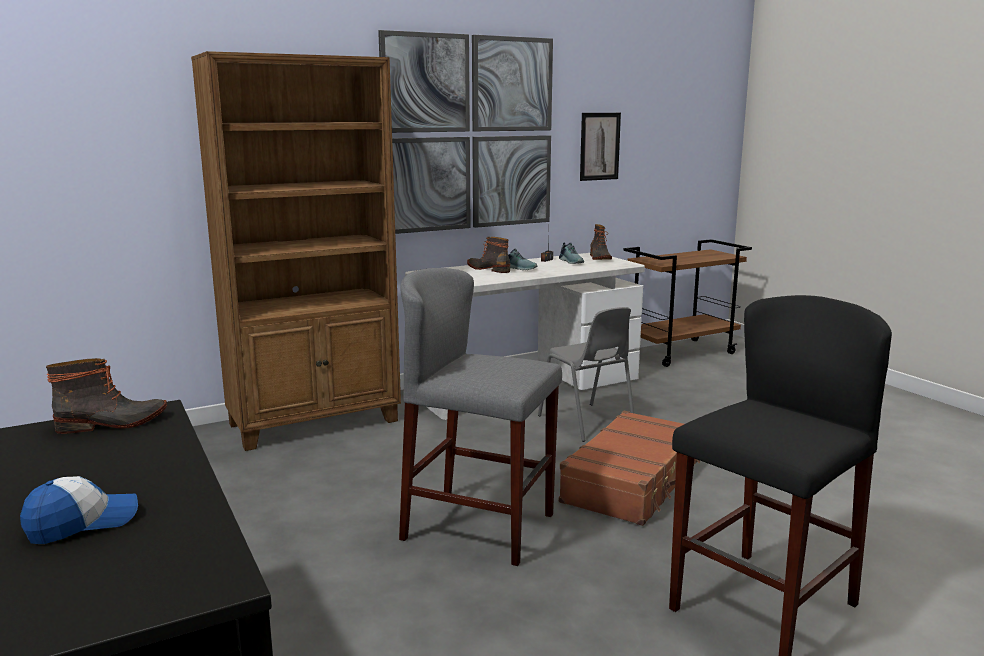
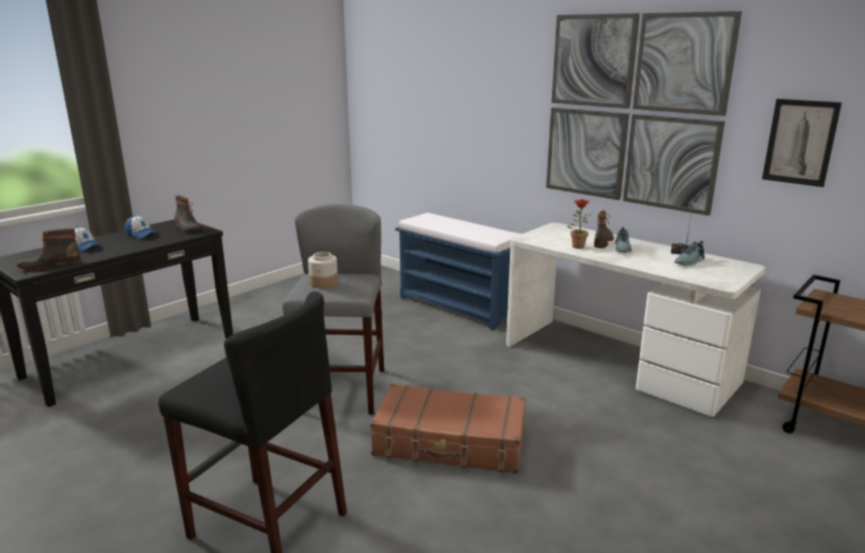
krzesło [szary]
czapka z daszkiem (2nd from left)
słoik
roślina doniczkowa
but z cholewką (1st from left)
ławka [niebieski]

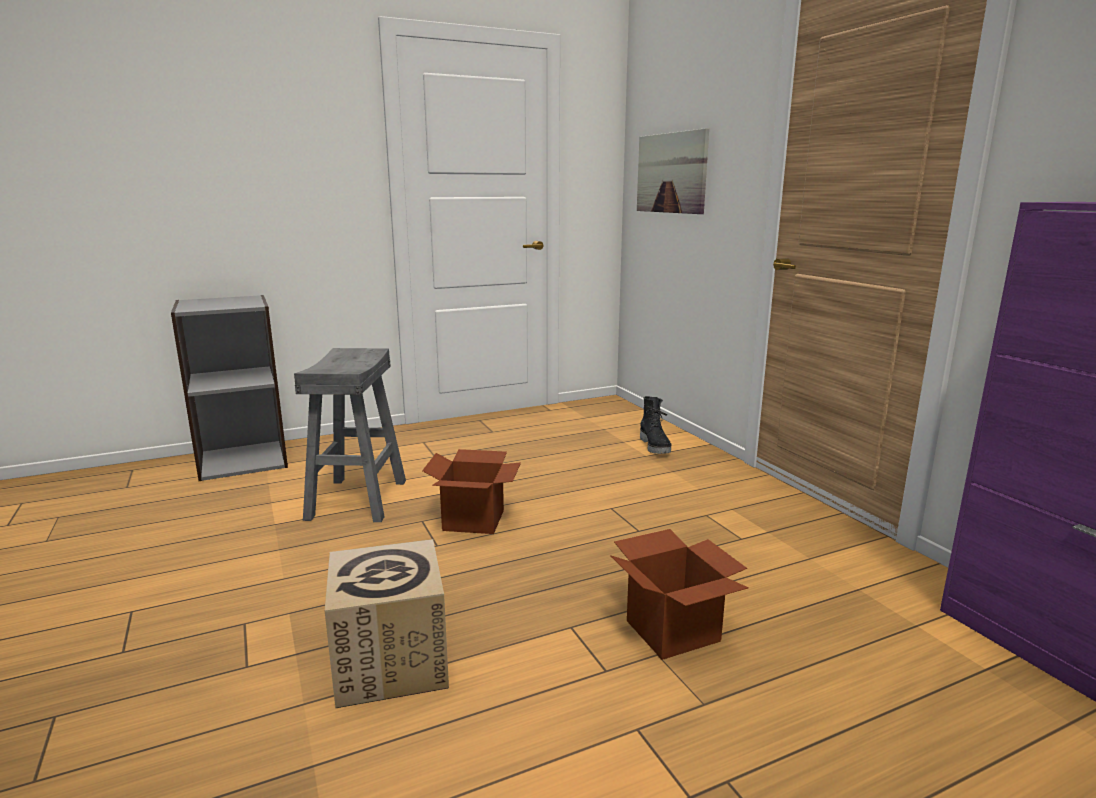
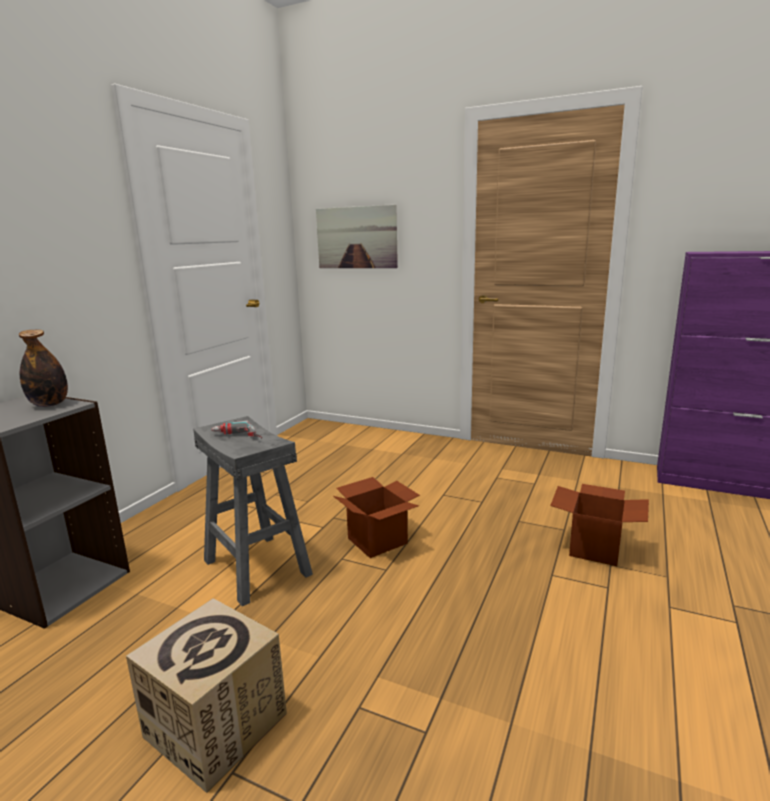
but z cholewką [czarny]
butelka
wiertarka
karton (1st from left)

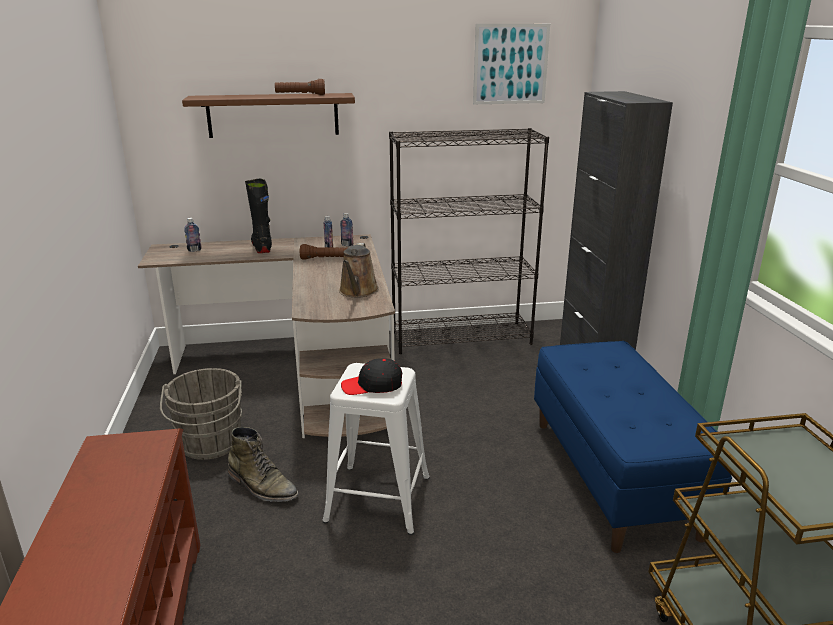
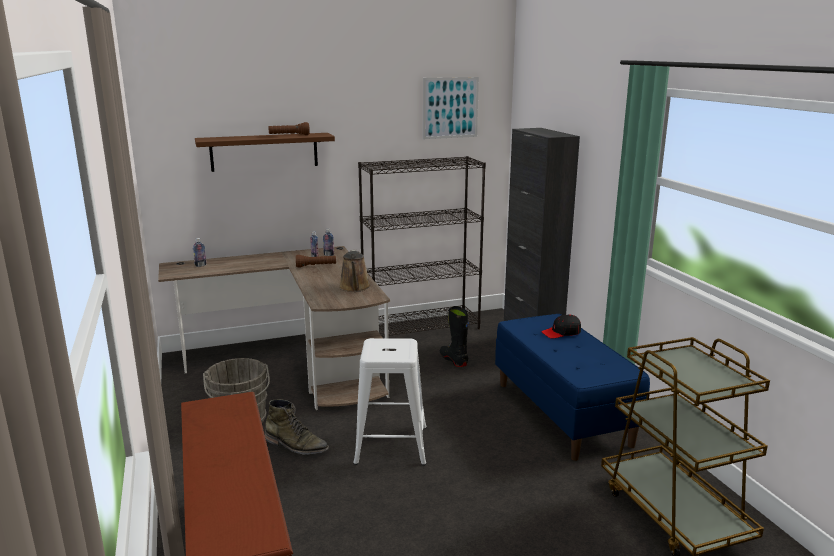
but z cholewką [czarny]
czapka z daszkiem [czarny]

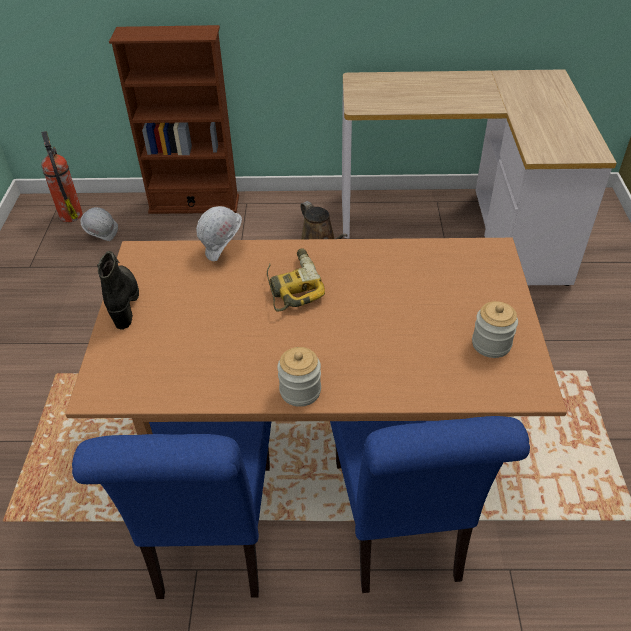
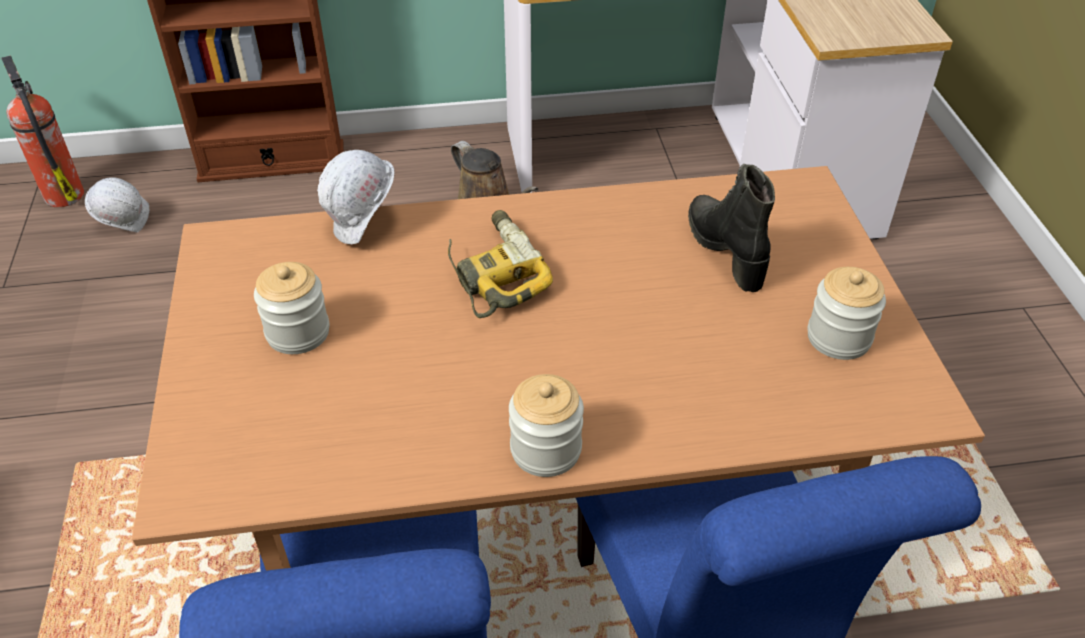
słoik (1st from left)
but z cholewką [czarny]

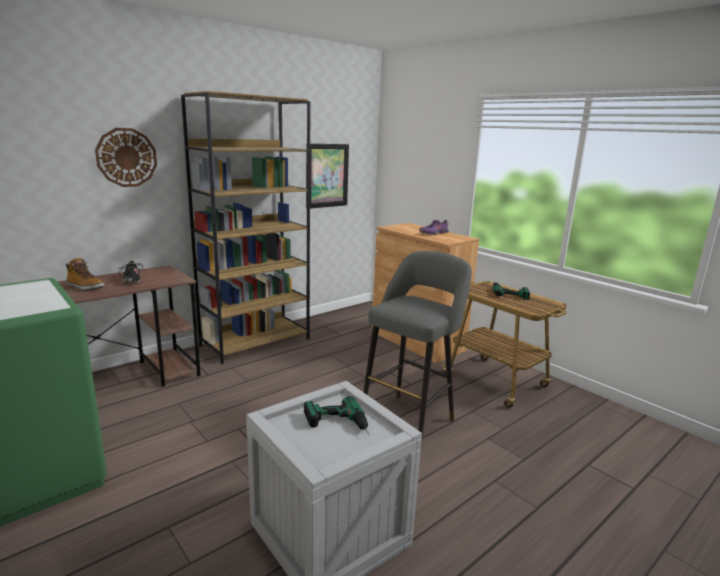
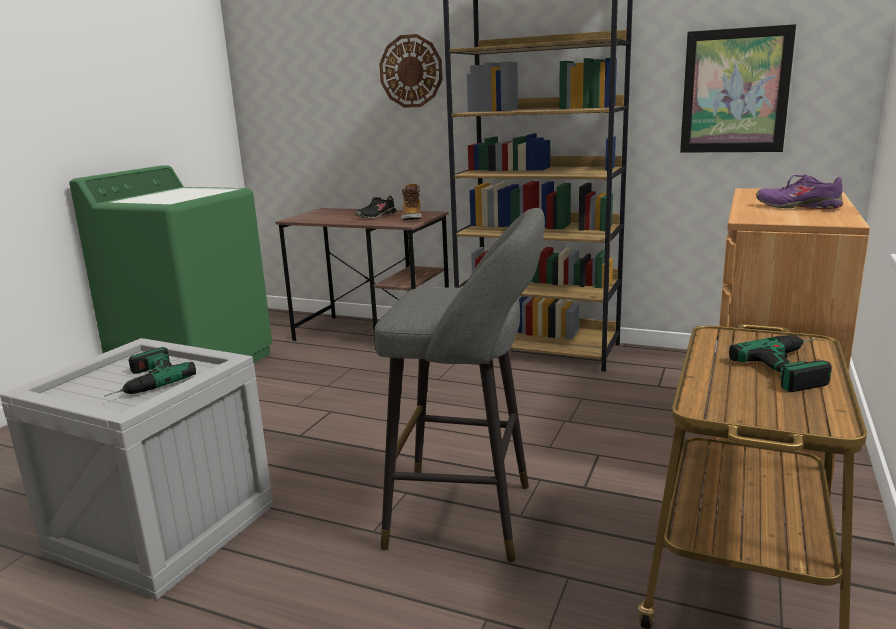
but z cholewką

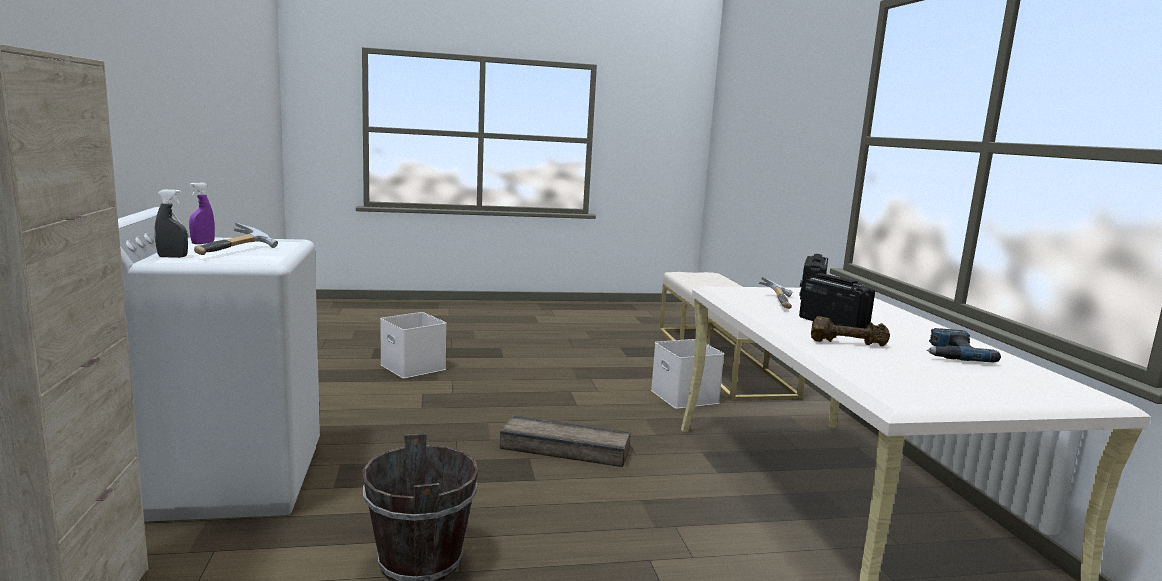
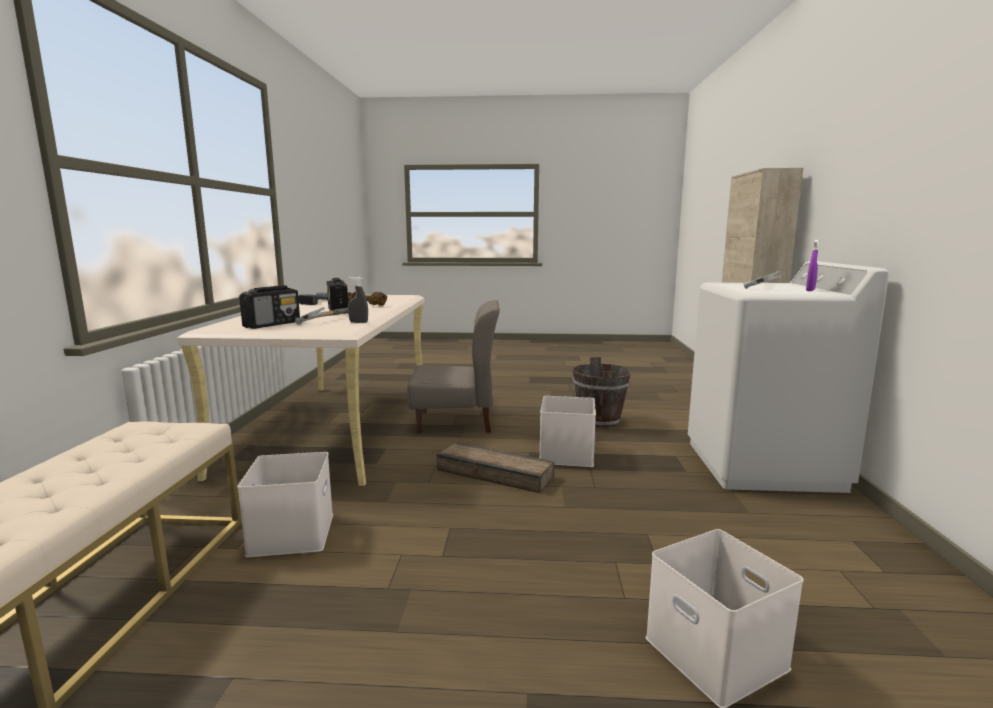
krzesło [szary]
pojemnik do przechowywania [biały] (2nd from left)
spryskiwacz [szary]

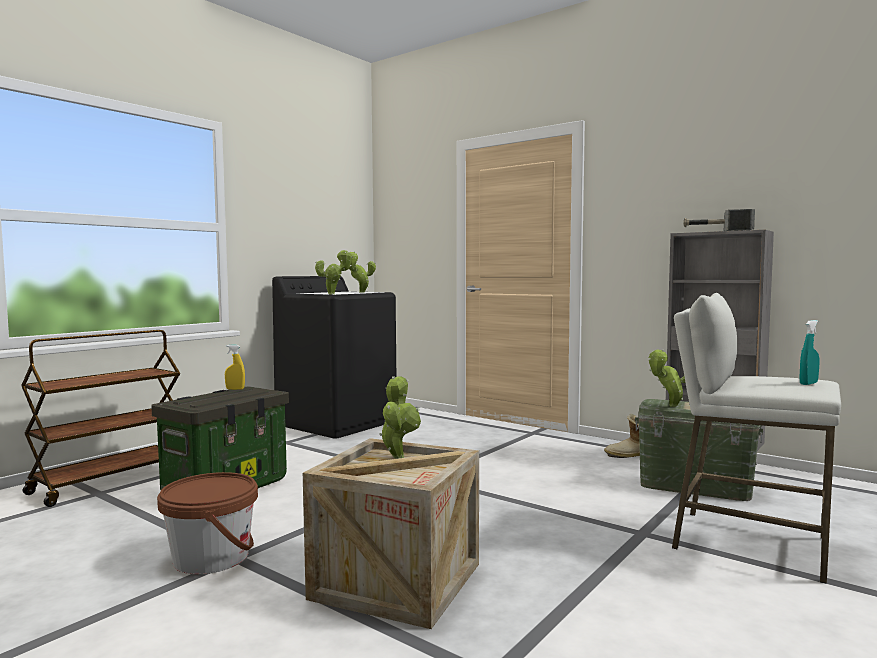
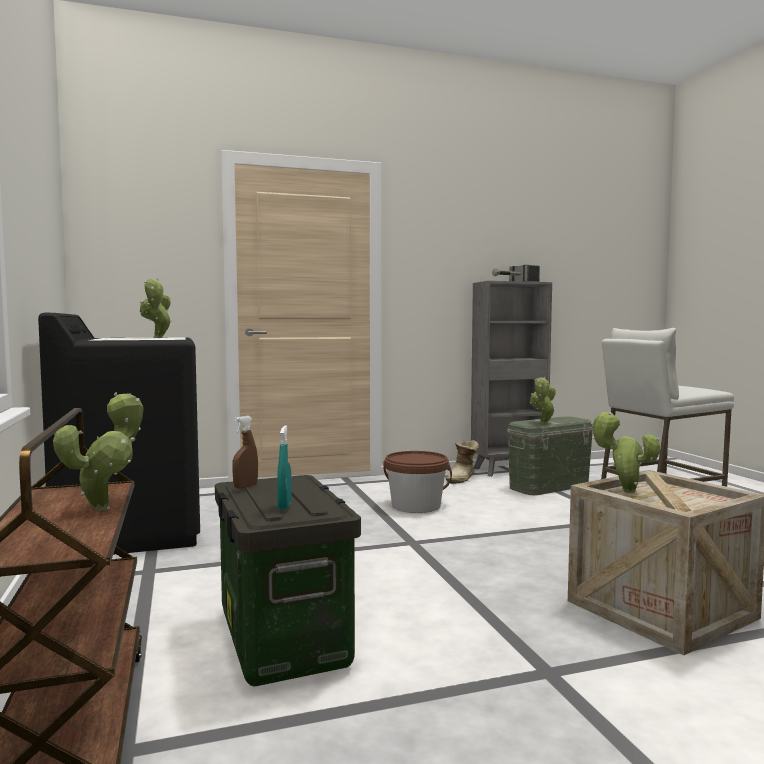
wiadro [brązowy]
roślina doniczkowa (1st from left)
spryskiwacz [turkusowy]
spryskiwacz [brązowy]

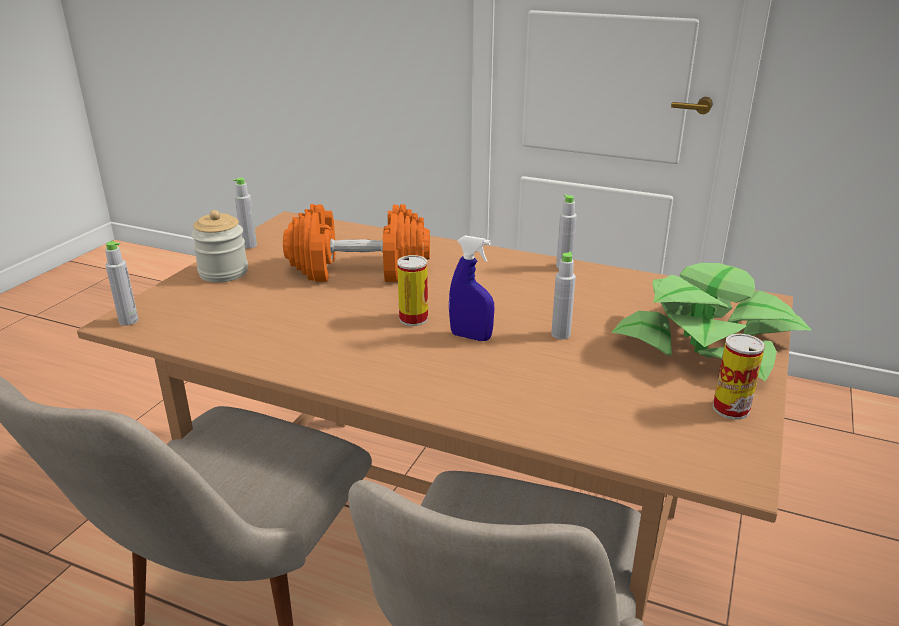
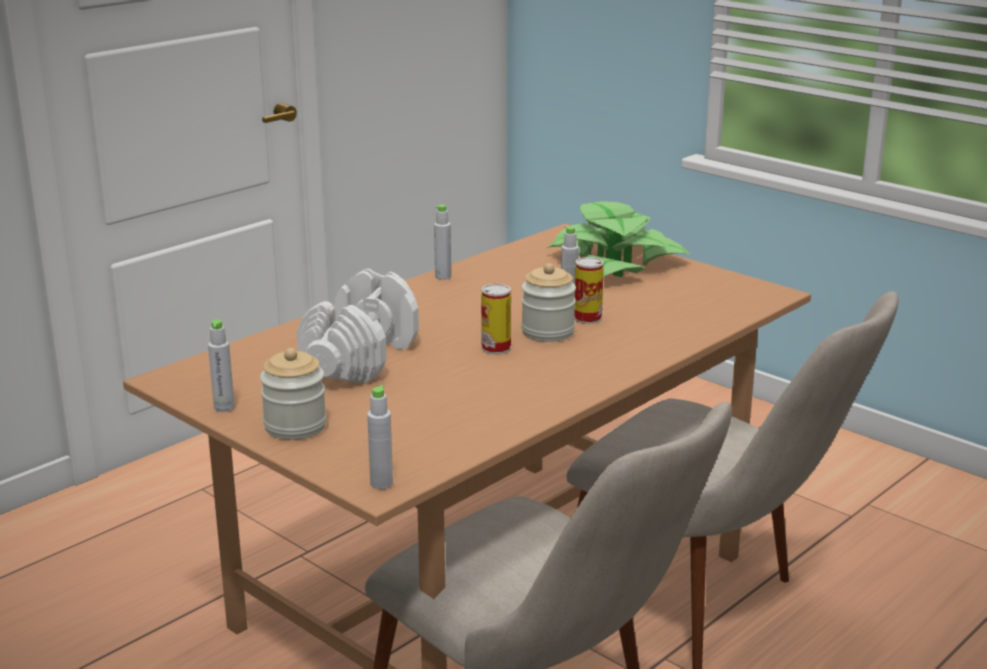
puszka (2nd from left)
słoik (2nd from left)
hantel [biały]

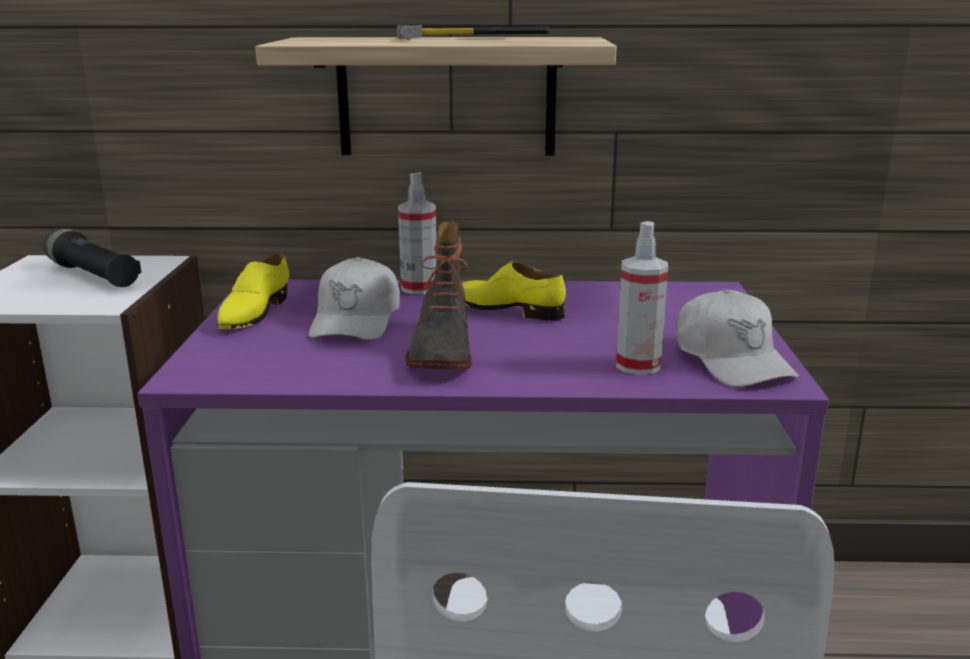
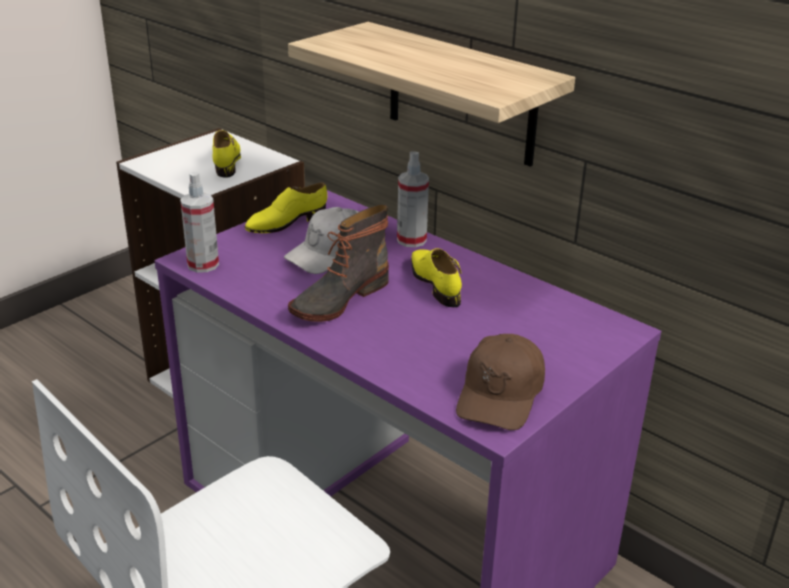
młotek
spryskiwacz (1st from left)
but [żółty] (1st from left)
czapka z daszkiem [brązowy]

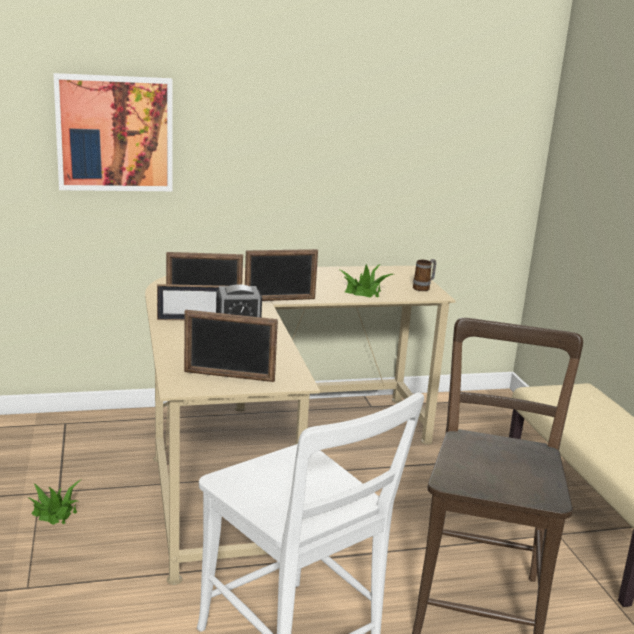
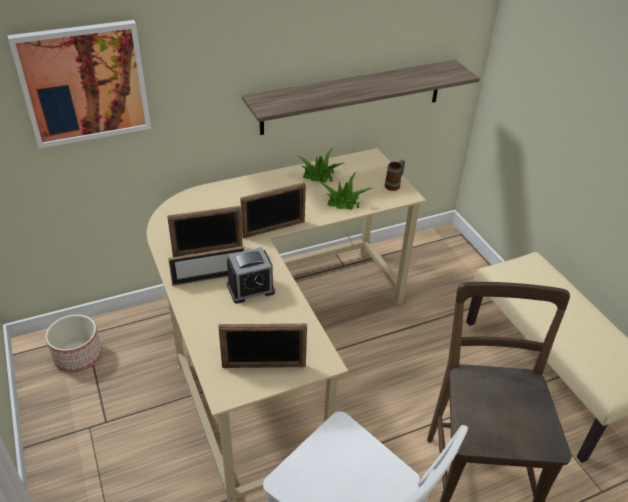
donica
półka
roślina doniczkowa (1st from left)

